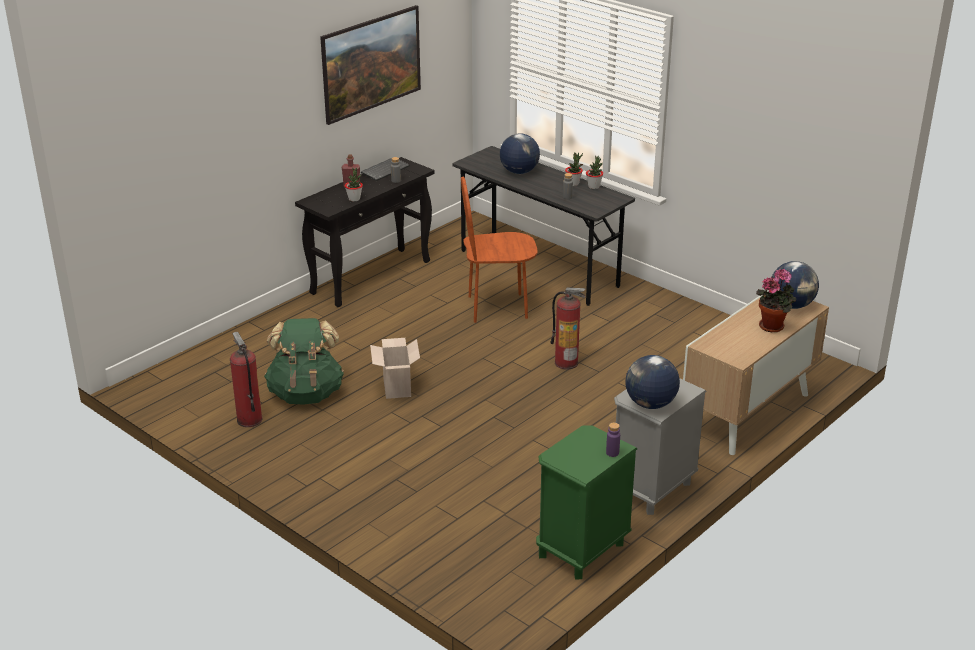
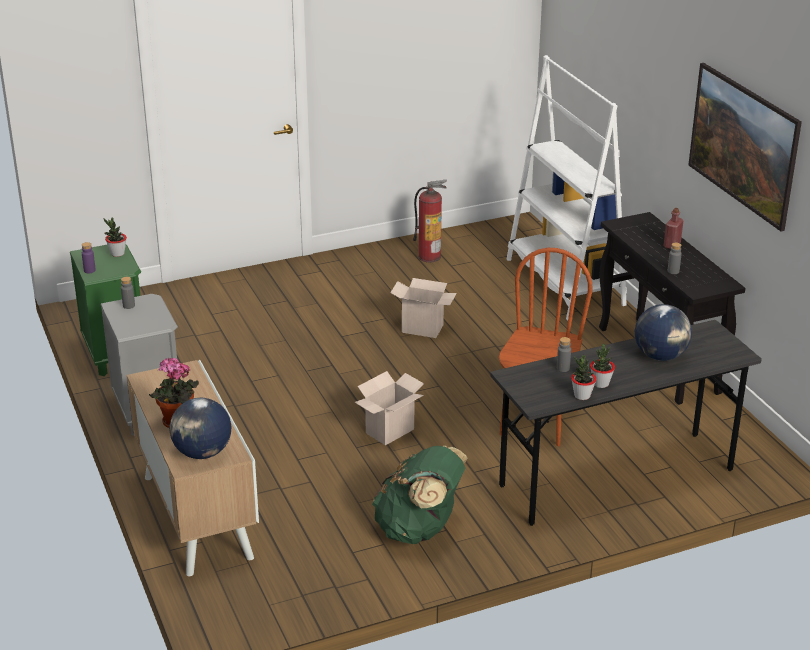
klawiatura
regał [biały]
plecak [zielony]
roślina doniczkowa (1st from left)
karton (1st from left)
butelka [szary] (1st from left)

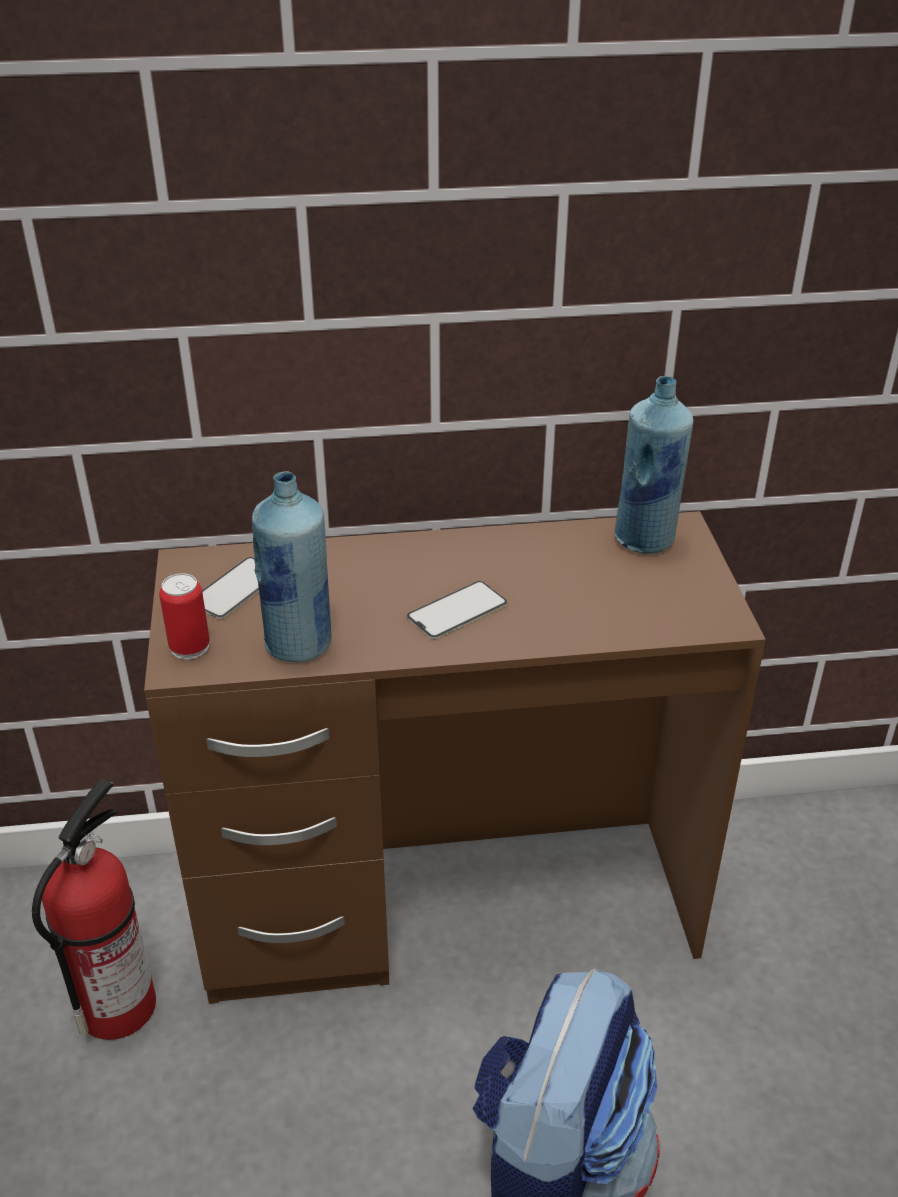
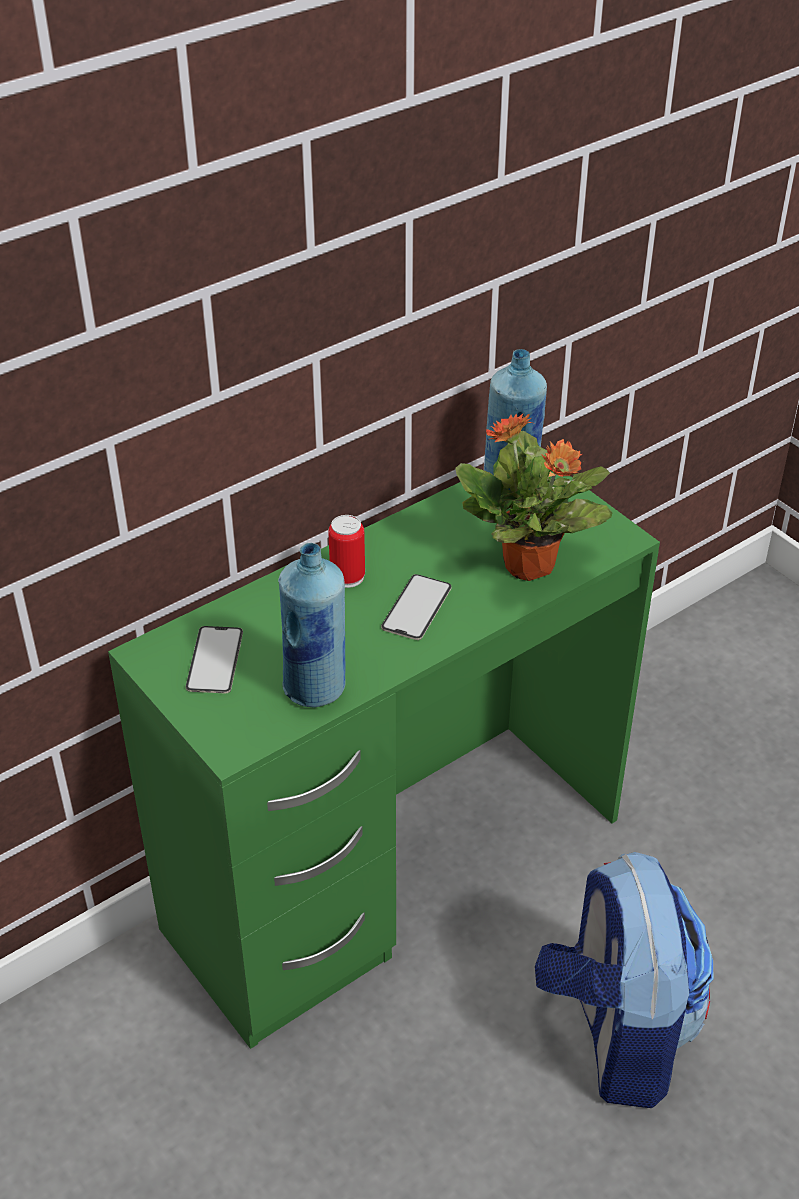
gaśnica
roślina doniczkowa
puszka
biurko [zielony]

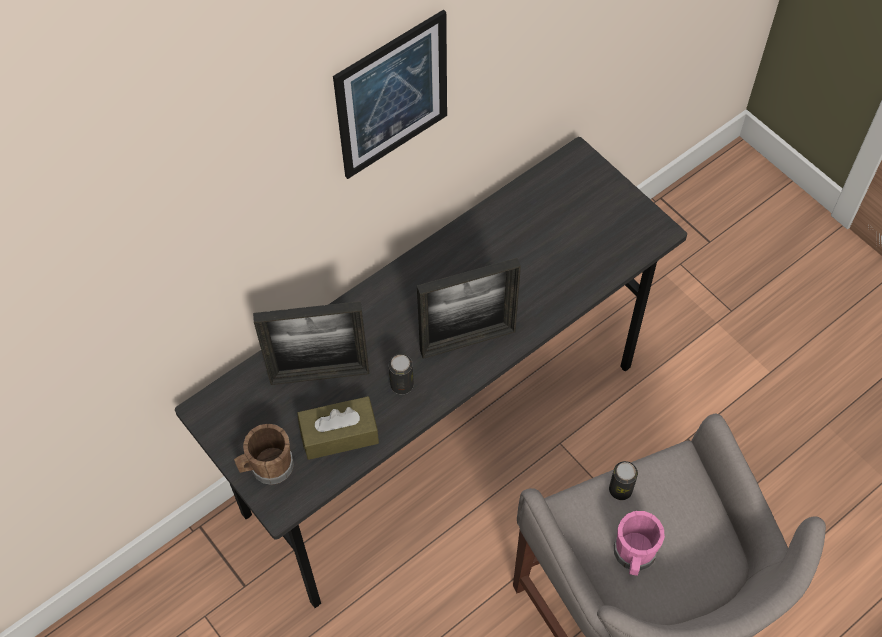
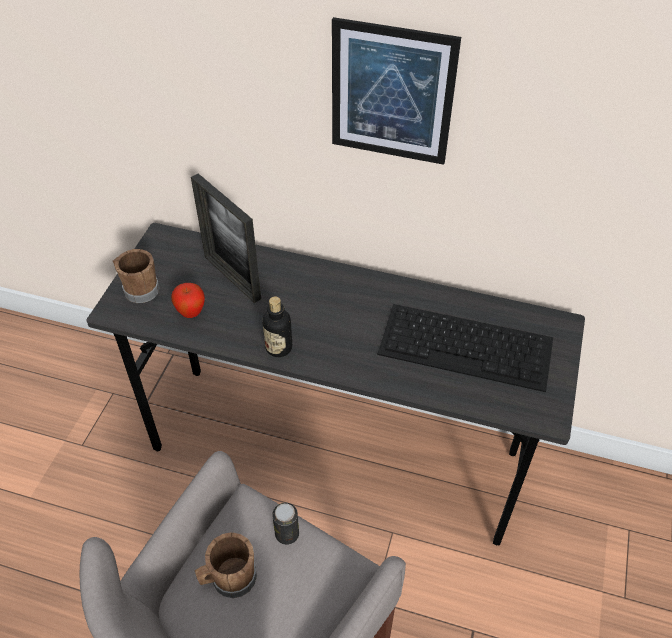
puszka (1st from left in the first image)
ramka na zdjęcie (2nd from left in the first image)
butelka
klawiatura
jabłko
kubek [brązowy] (2nd from left)

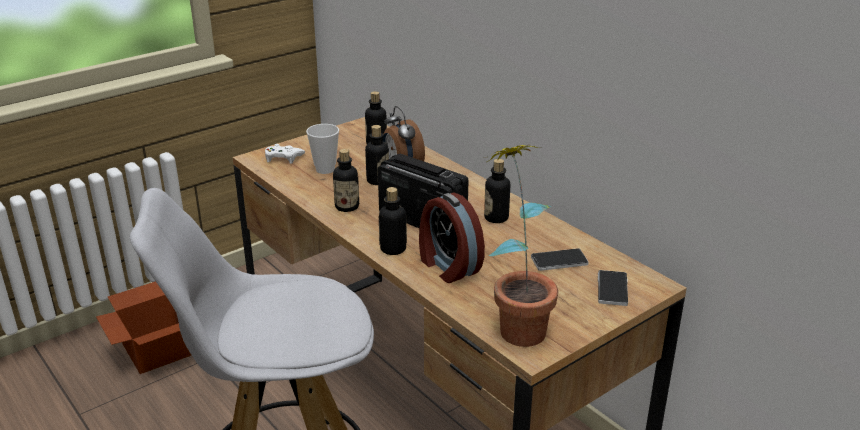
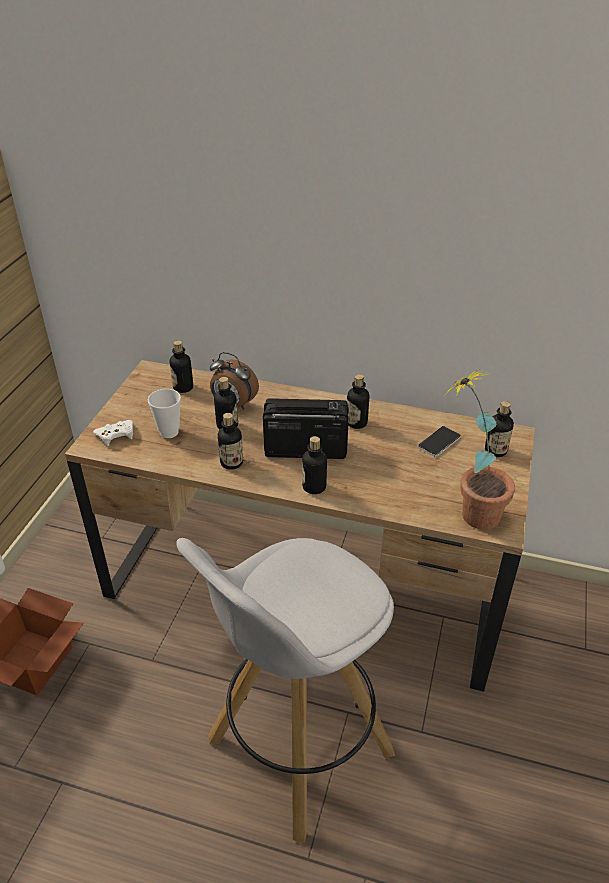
budzik (2nd from left in the first image)
butelka (6th from left)

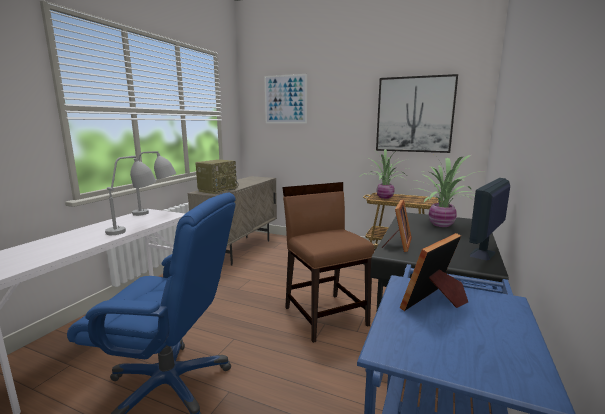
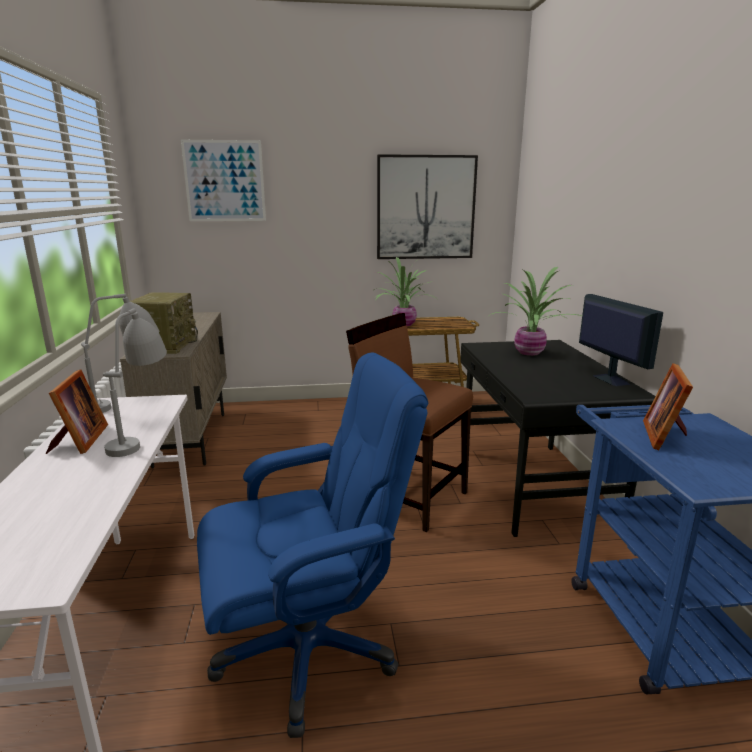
ramka na zdjęcie (1st from left)
monitor

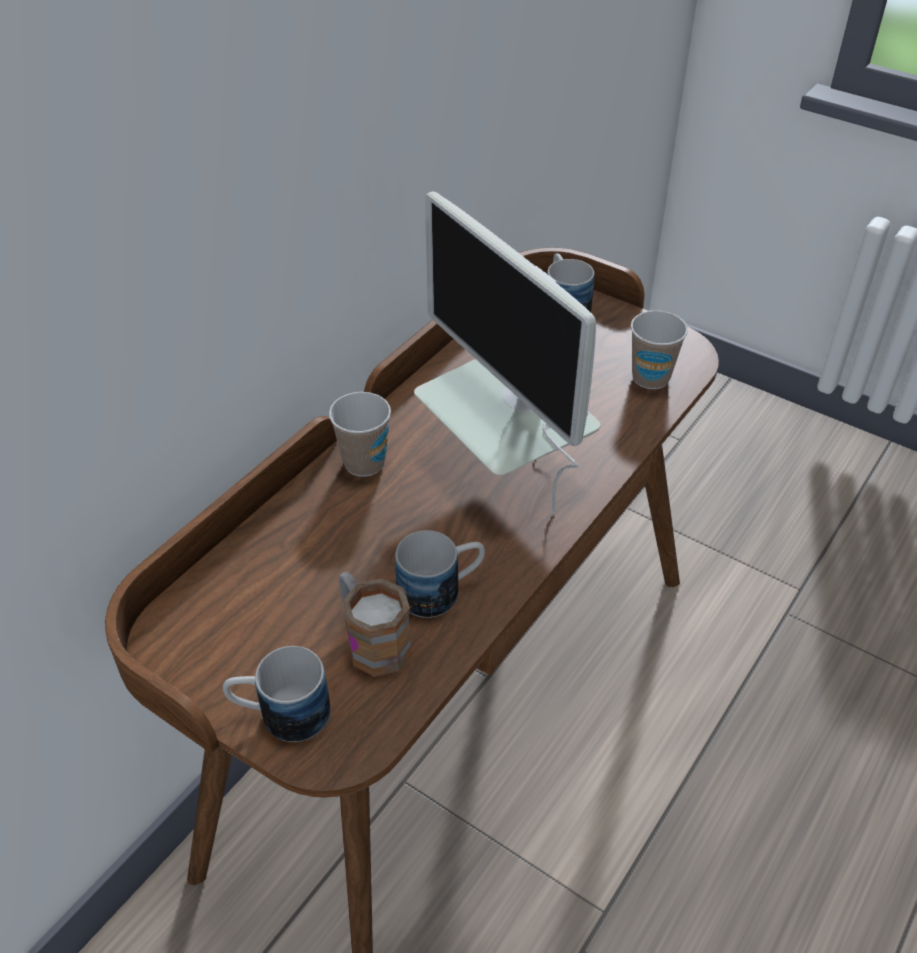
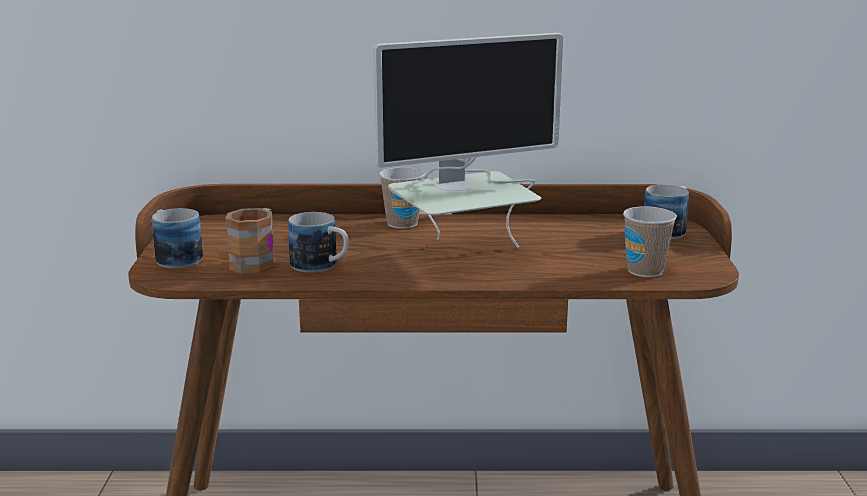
monitor

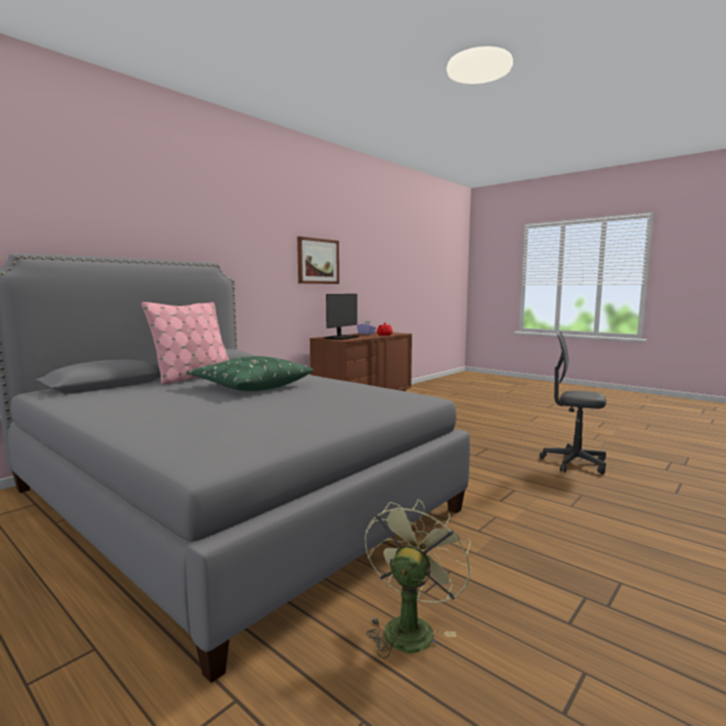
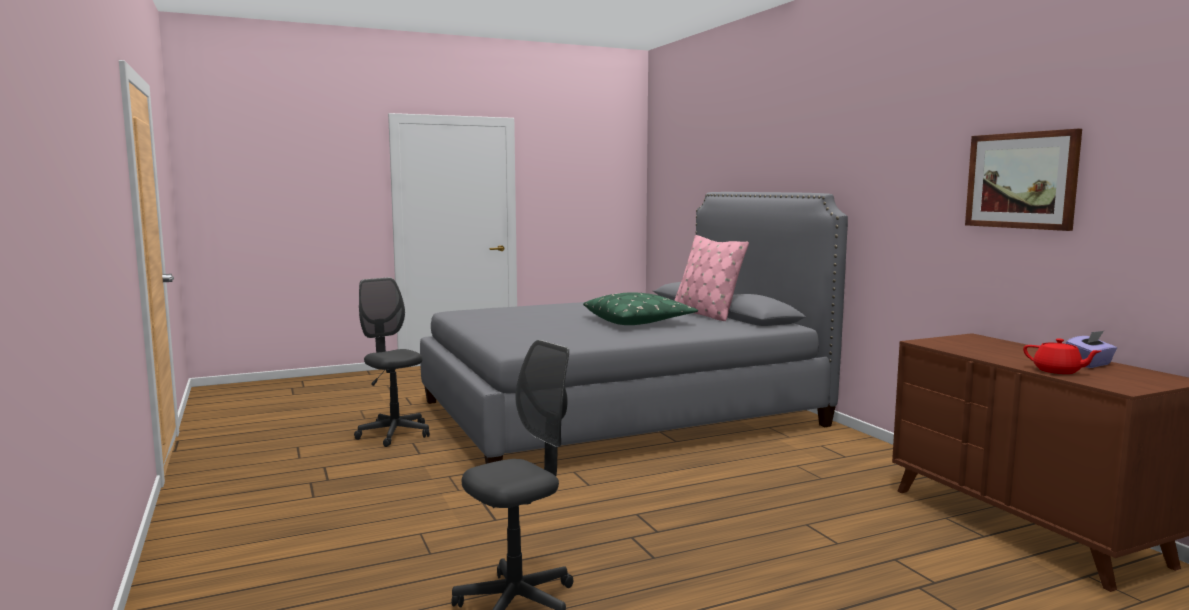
monitor
krzesło biurowe [szary] (1st from left)

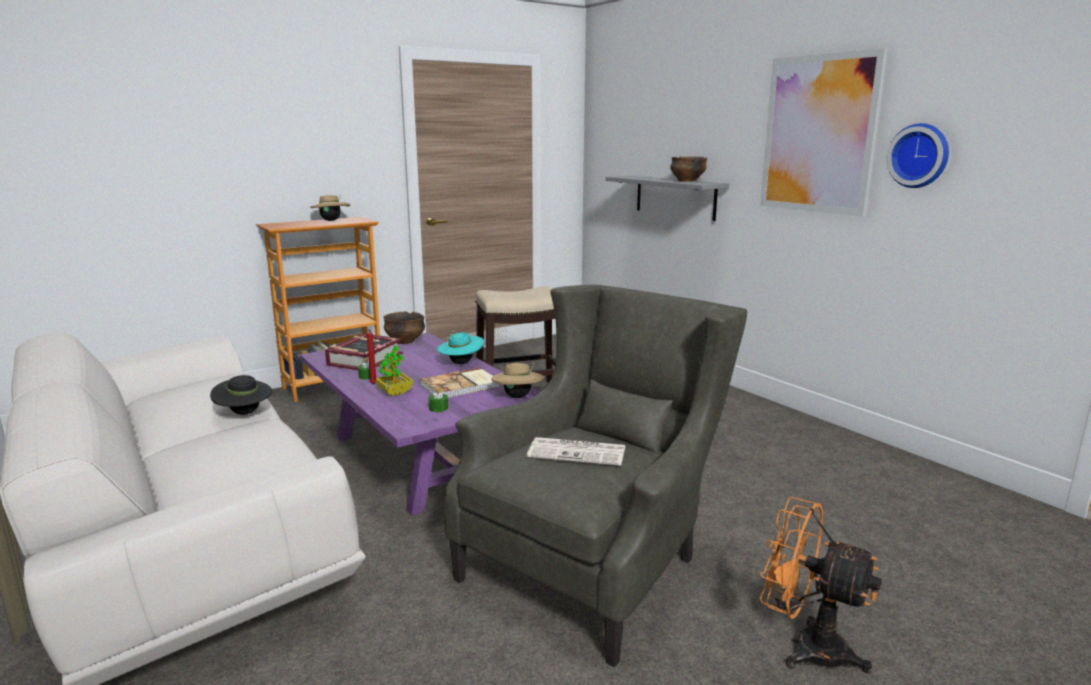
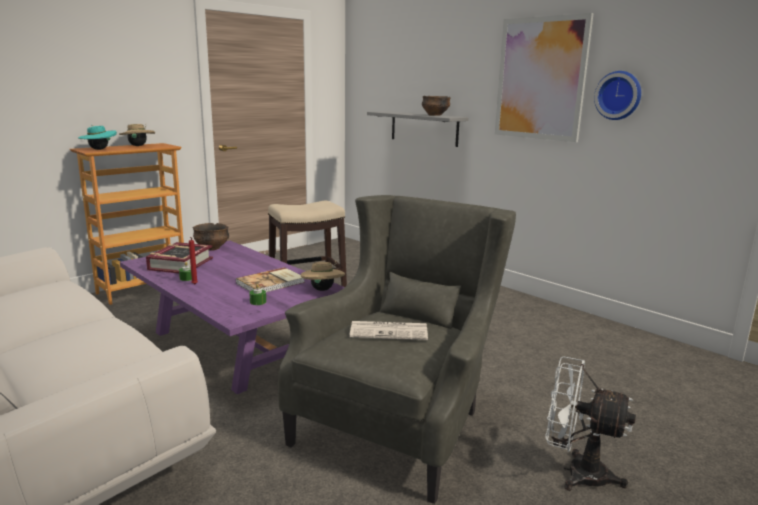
kapelusz [czarny]
roślina doniczkowa
kapelusz [turkusowy]
wentylator [biały]

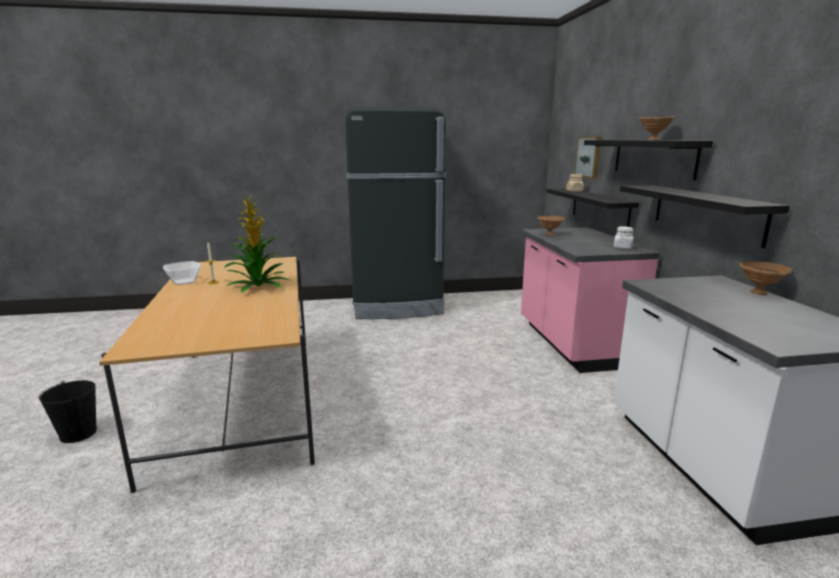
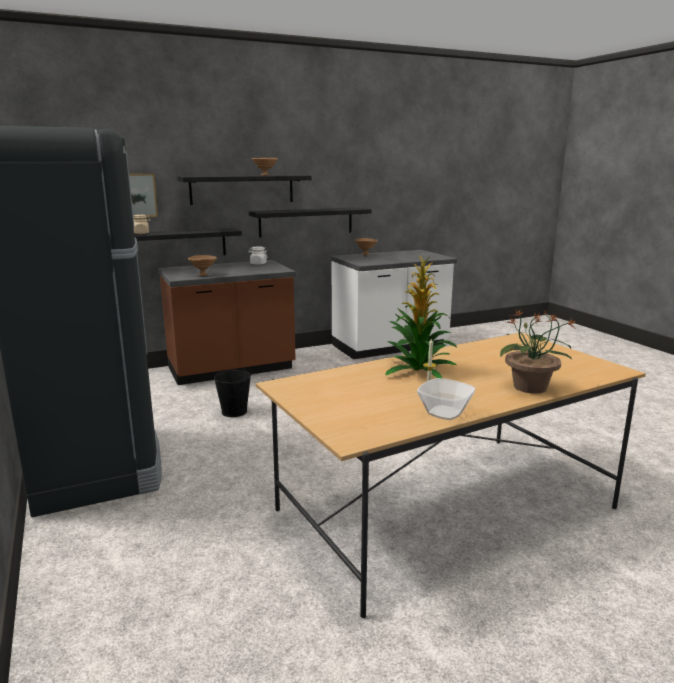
roślina doniczkowa (2nd from left)
wiadro [czarny]
zabudowa kuchenna [brązowy]

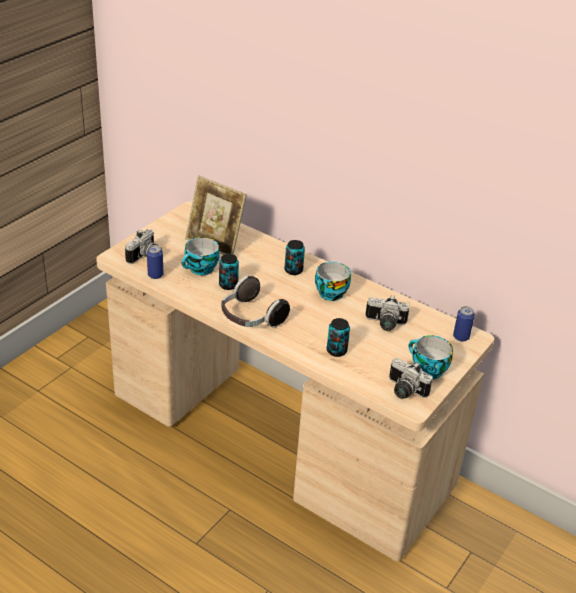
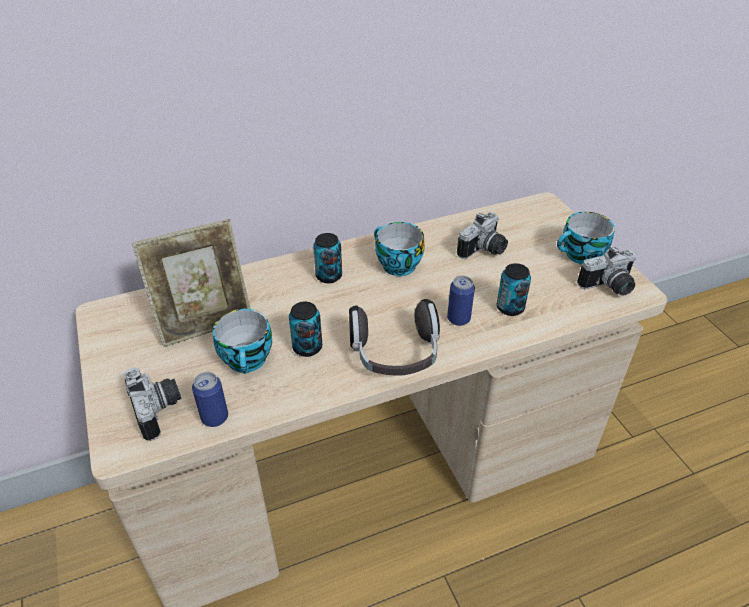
puszka (4th from left)

